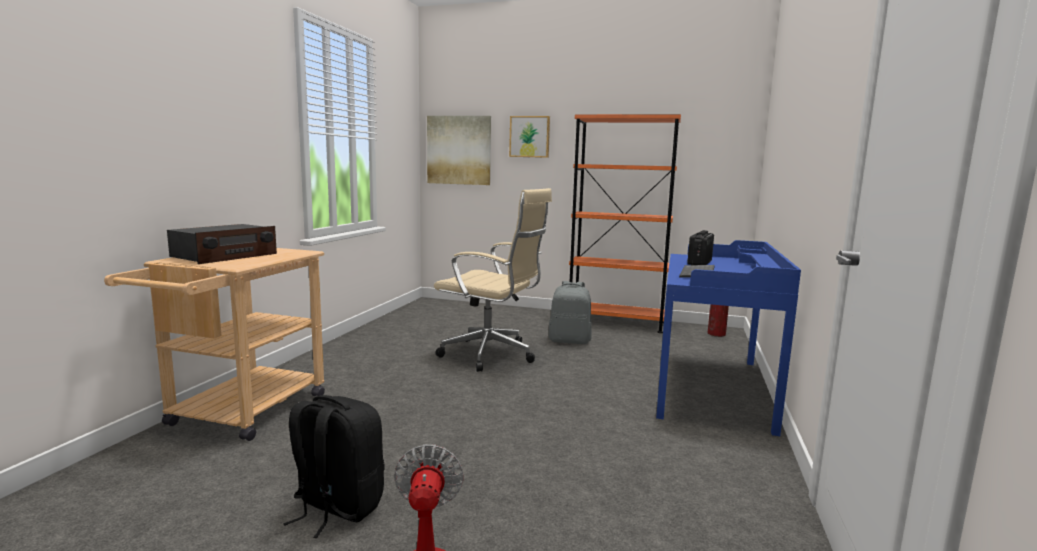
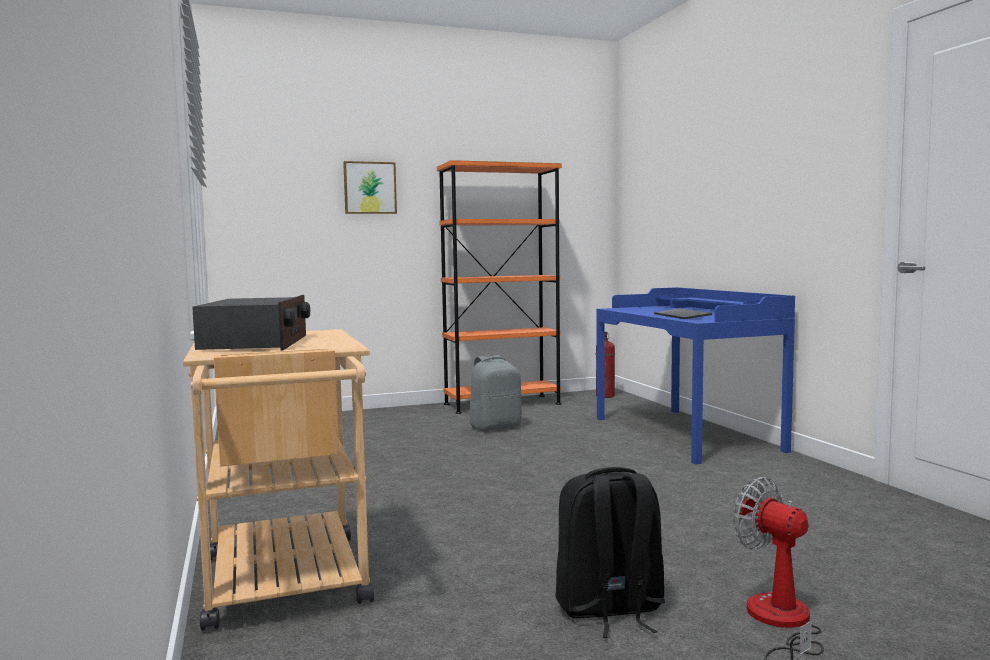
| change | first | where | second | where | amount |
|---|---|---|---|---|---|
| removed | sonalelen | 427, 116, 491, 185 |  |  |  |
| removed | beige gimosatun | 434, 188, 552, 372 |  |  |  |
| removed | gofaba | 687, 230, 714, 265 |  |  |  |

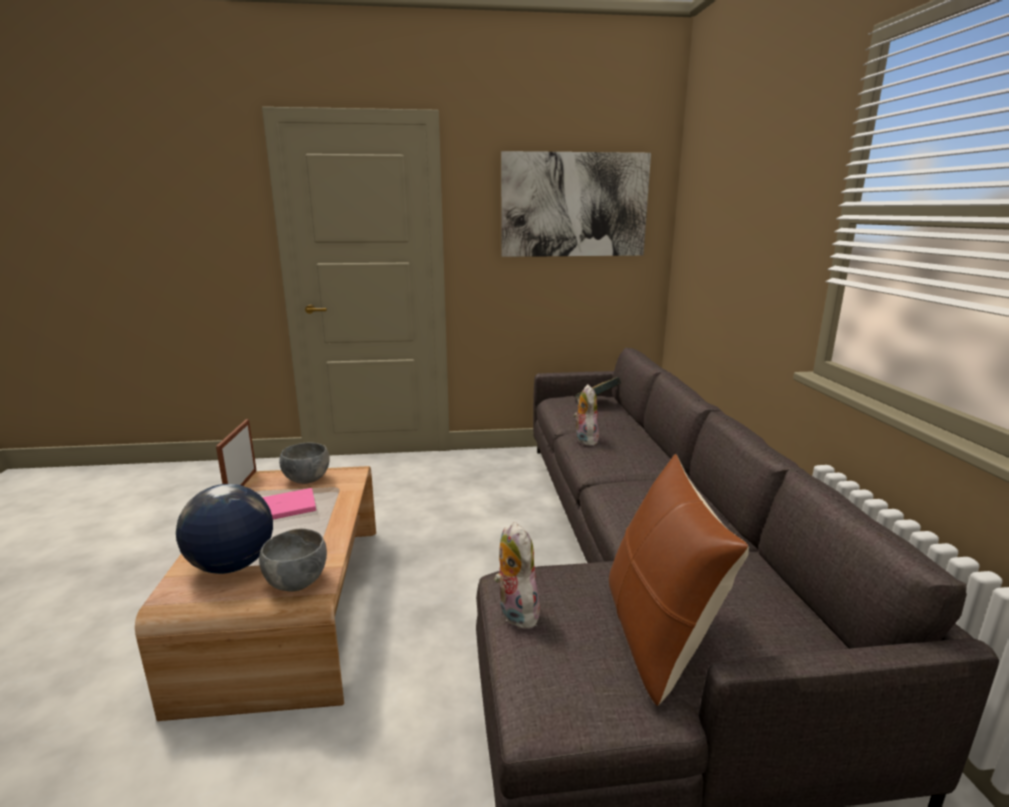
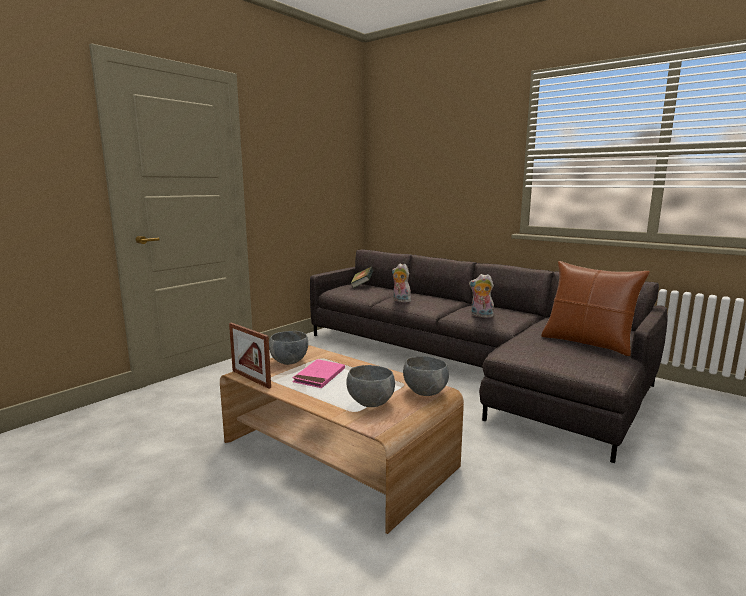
| change | first | where | second | where | amount |
|---|---|---|---|---|---|
| removed | sonalelen | 501, 151, 651, 257 |  |  |  |
| replaced | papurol | 176, 484, 273, 574 | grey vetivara | 346, 365, 395, 407 |  |
| moved | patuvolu | 494, 522, 541, 629 |  | 469, 274, 494, 318 |  |

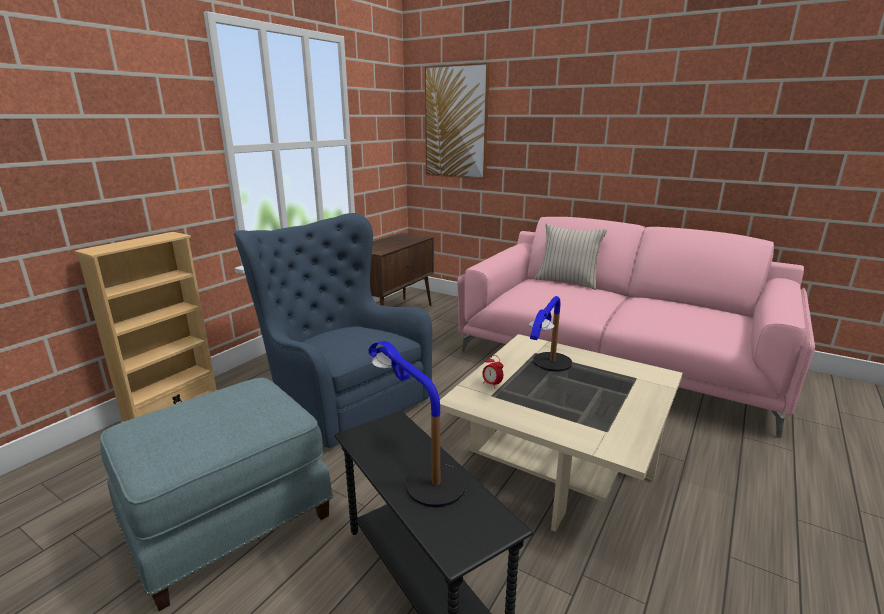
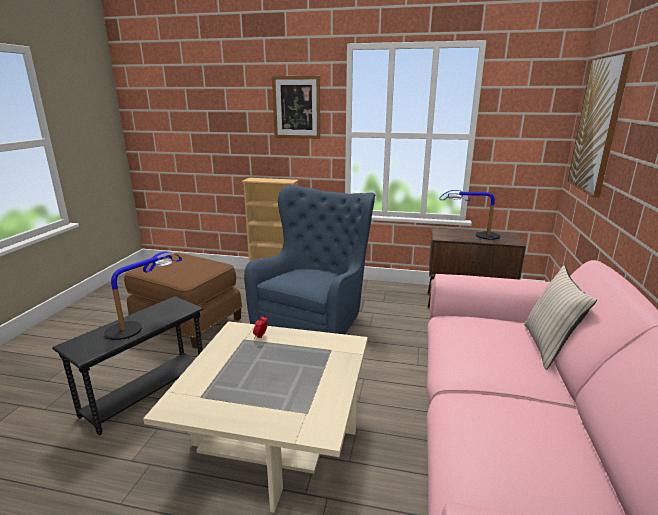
| change | first | where | second | where | amount |
|---|---|---|---|---|---|
| moved | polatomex | 529, 296, 572, 372 |  | 440, 190, 500, 240 |  |
| recoloured | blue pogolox | 100, 378, 333, 611 | brown pogolox | 124, 253, 242, 349 |  |
| added |  |  | sonalelen | 272, 76, 320, 139 |  |

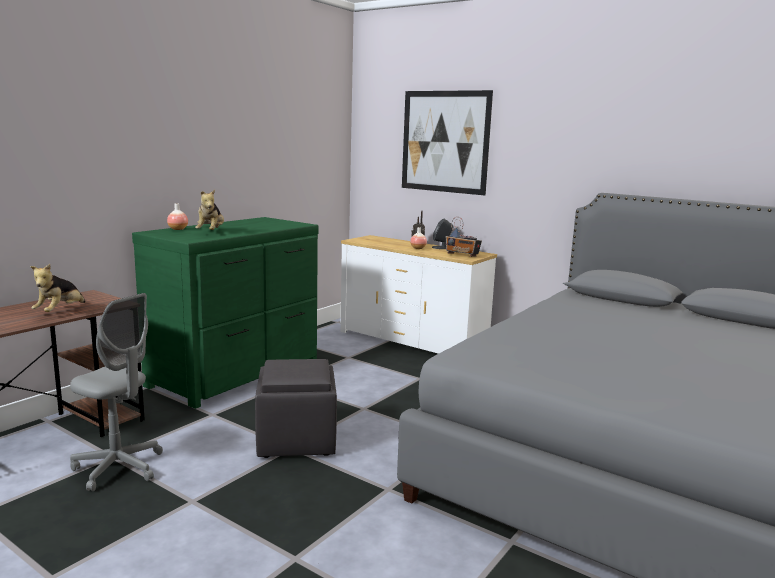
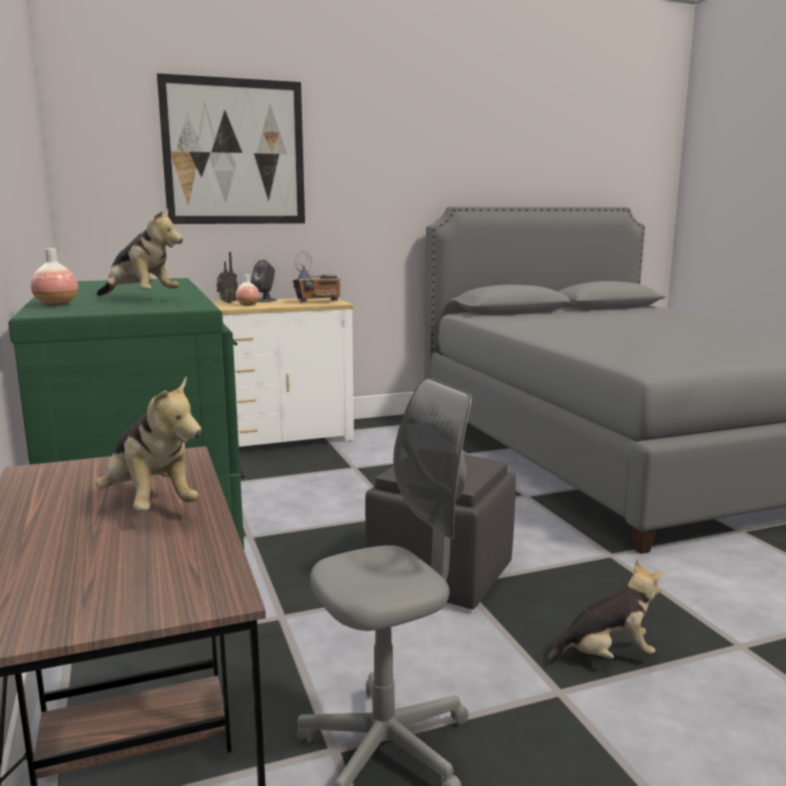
| change | first | where | second | where | amount |
|---|---|---|---|---|---|
| added |  |  | patuvolu | 545, 560, 664, 664 |  |

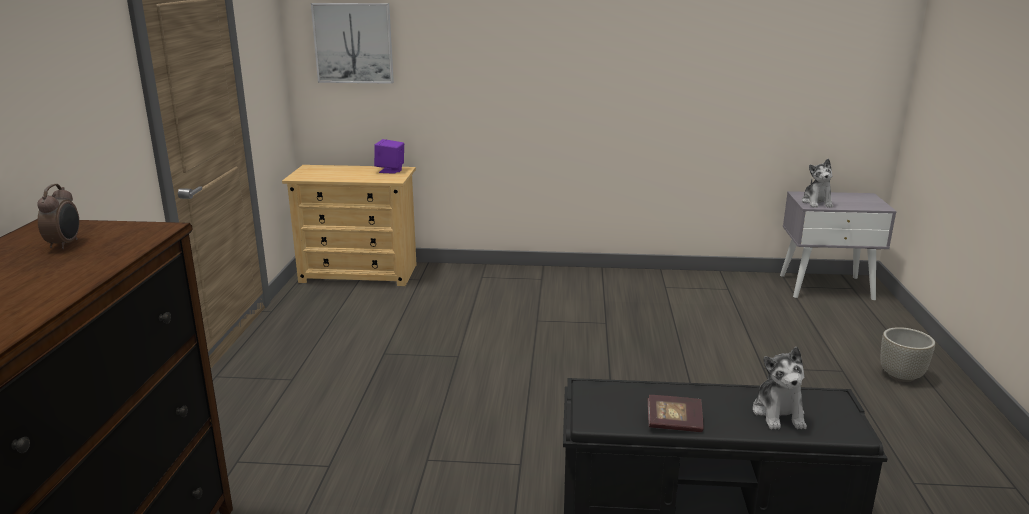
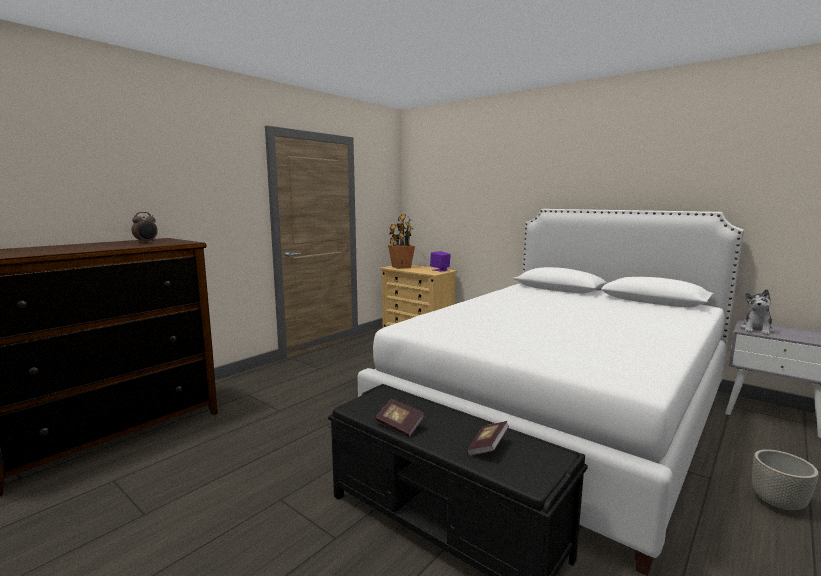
| change | first | where | second | where | amount |
|---|---|---|---|---|---|
| removed | sonalelen | 311, 3, 394, 84 |  |  |  |
| replaced | patuvolu | 753, 347, 807, 429 | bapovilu | 467, 421, 509, 456 |  |
| added |  |  | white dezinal | 358, 209, 744, 576 |  |
| added |  |  | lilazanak | 388, 214, 415, 269 |  |

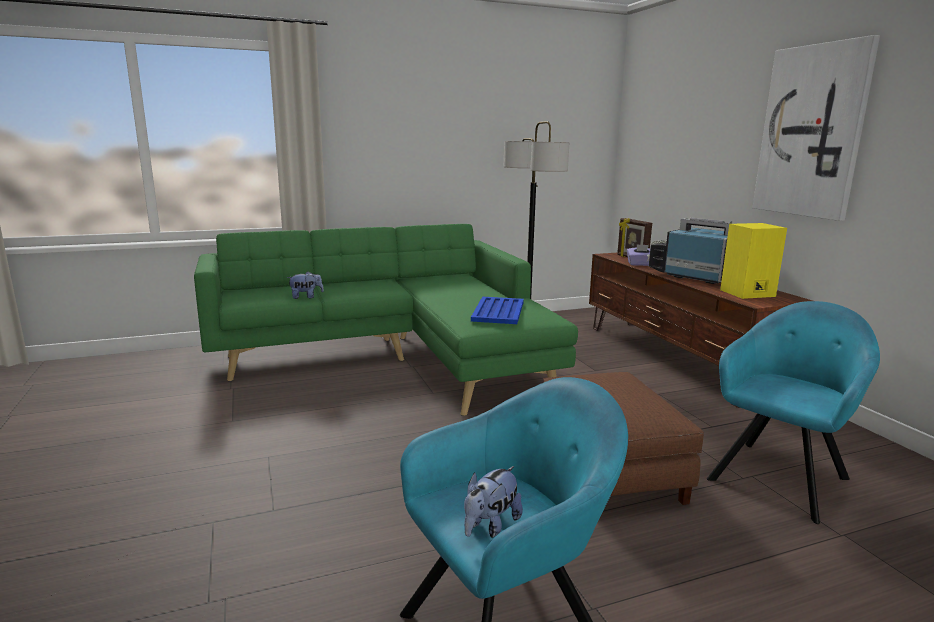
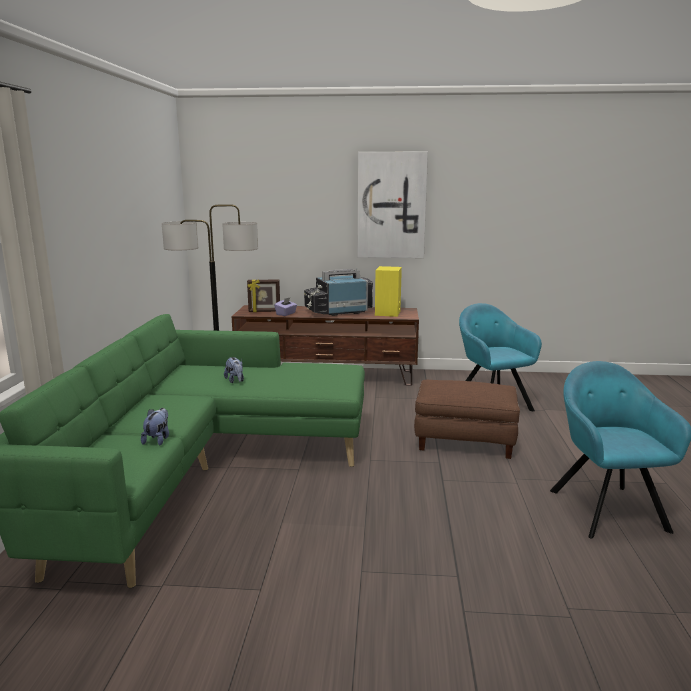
| change | first | where | second | where | amount |
|---|---|---|---|---|---|
| removed | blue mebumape | 471, 297, 524, 324 |  |  |  |
| moved | patuvolu | 464, 466, 523, 538 |  | 224, 357, 244, 383 |  |

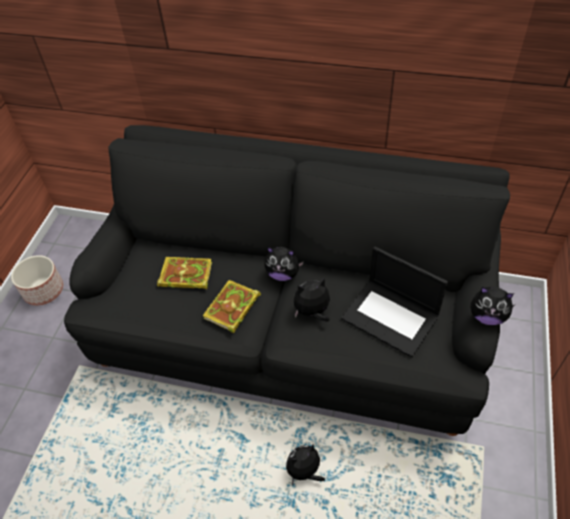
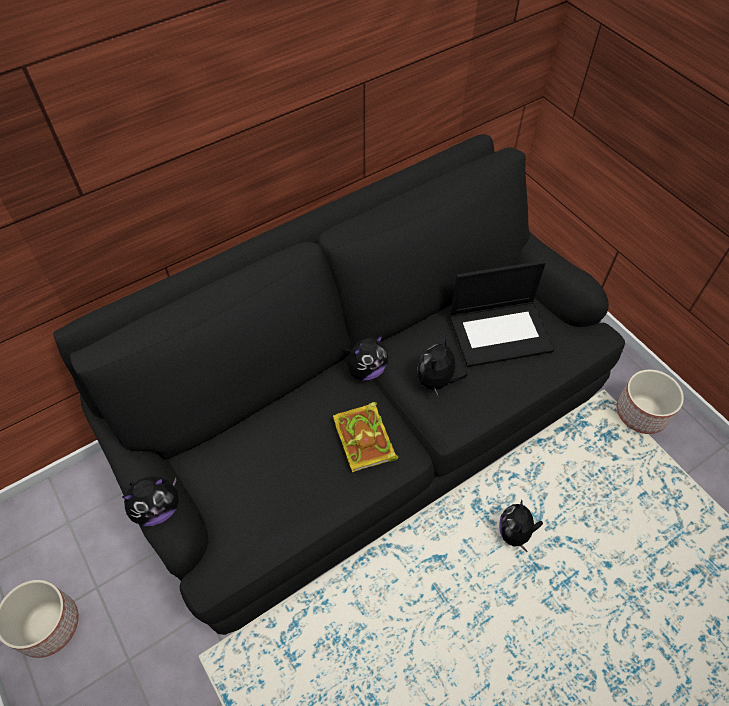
| change | first | where | second | where | amount |
|---|---|---|---|---|---|
| removed | bapovilu | 157, 257, 212, 290 |  |  |  |
| moved | patuvolu | 471, 287, 515, 325 |  | 122, 477, 179, 526 |  |
| added |  |  | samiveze | 616, 370, 684, 434 |  |

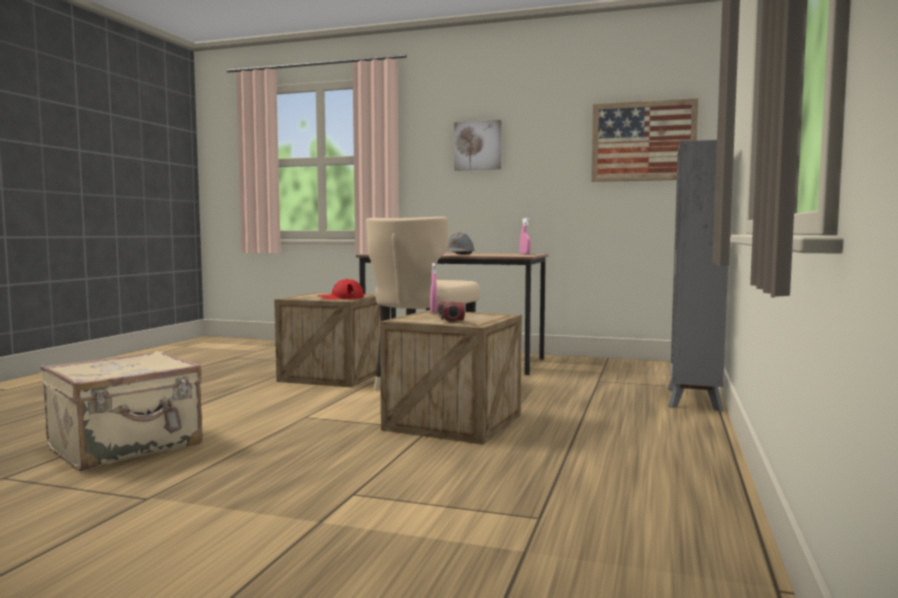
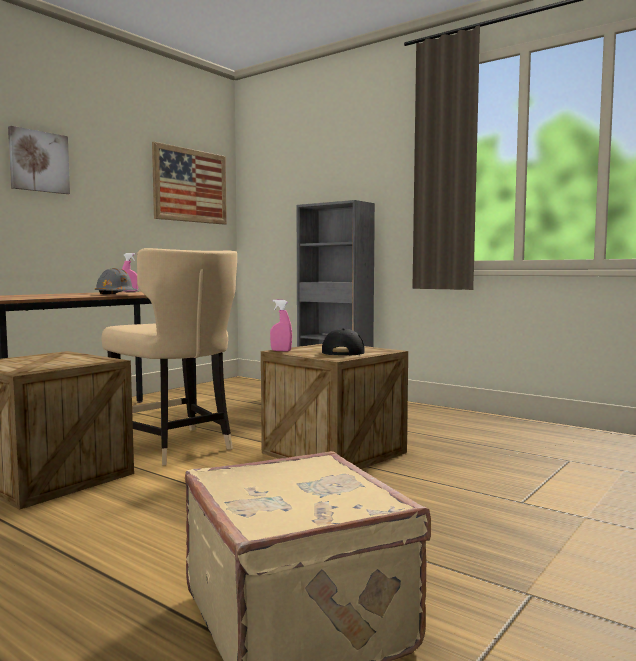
| change | first | where | second | where | amount |
|---|---|---|---|---|---|
| removed | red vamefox | 318, 279, 364, 300 |  |  |  |
| replaced | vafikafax | 436, 301, 465, 322 | black vamefox | 322, 328, 365, 356 |  |

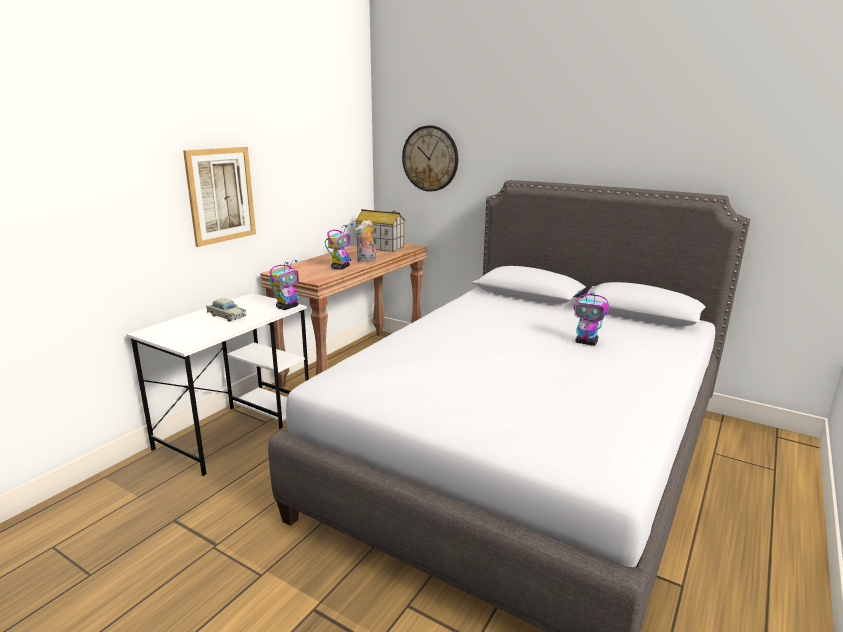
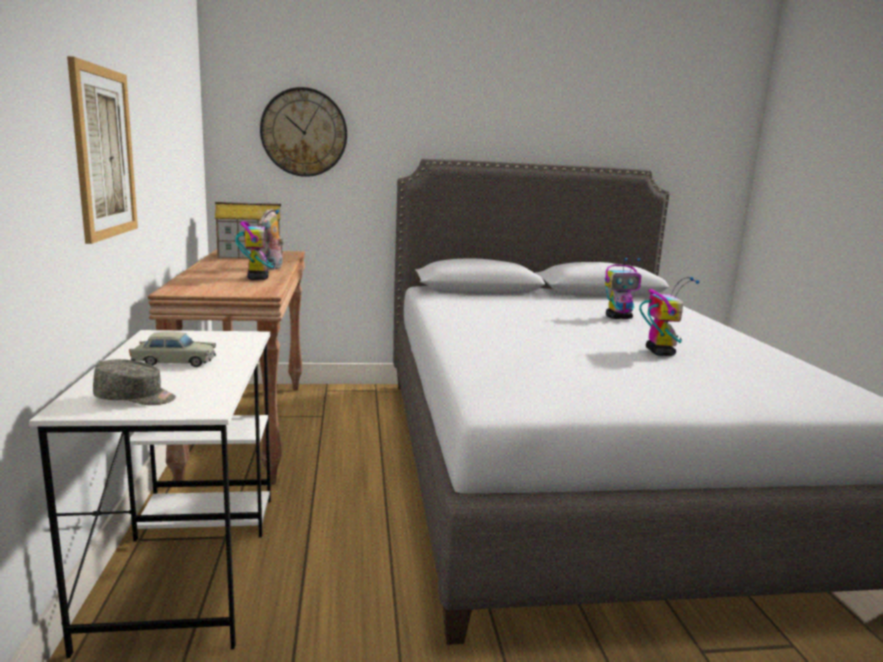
| change | first | where | second | where | amount |
|---|---|---|---|---|---|
| moved | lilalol | 269, 260, 299, 310 |  | 639, 277, 700, 356 |  |
| added |  |  | grey vamefox | 93, 359, 176, 405 |  |

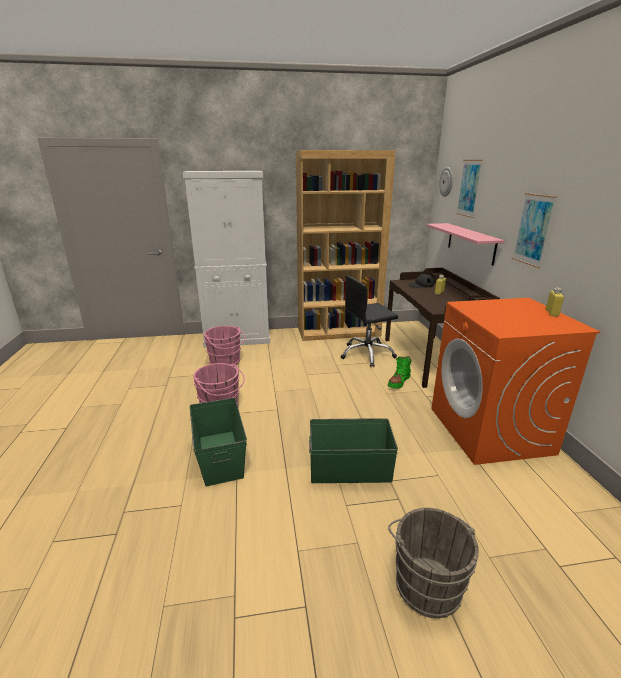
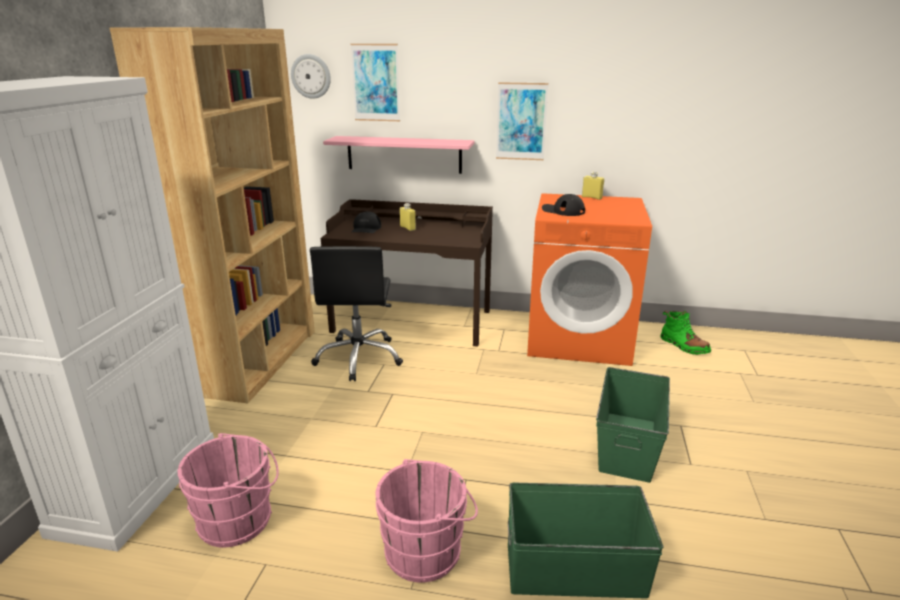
| change | first | where | second | where | amount |
|---|---|---|---|---|---|
| moved | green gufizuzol | 388, 356, 412, 389 |  | 660, 311, 711, 355 |  |
| removed | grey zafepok | 388, 508, 479, 618 |  |  |  |
| added |  |  | black vamefox | 542, 194, 585, 216 |  |

